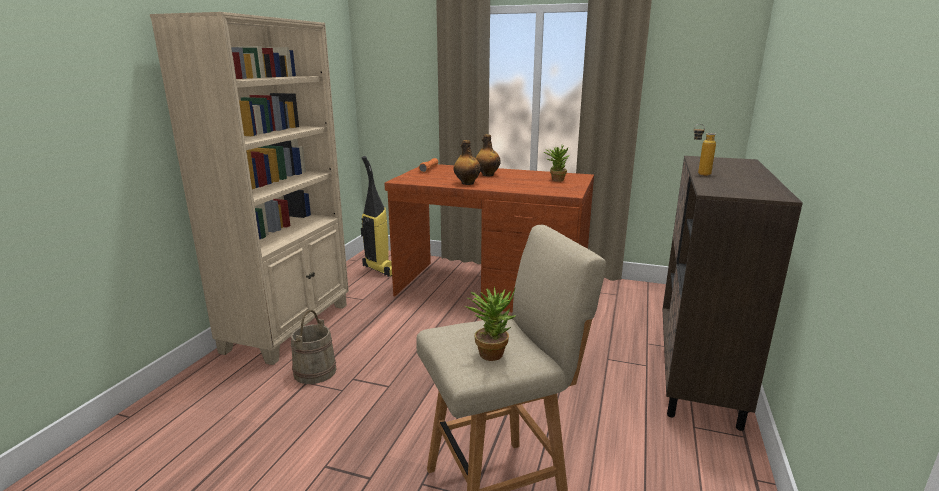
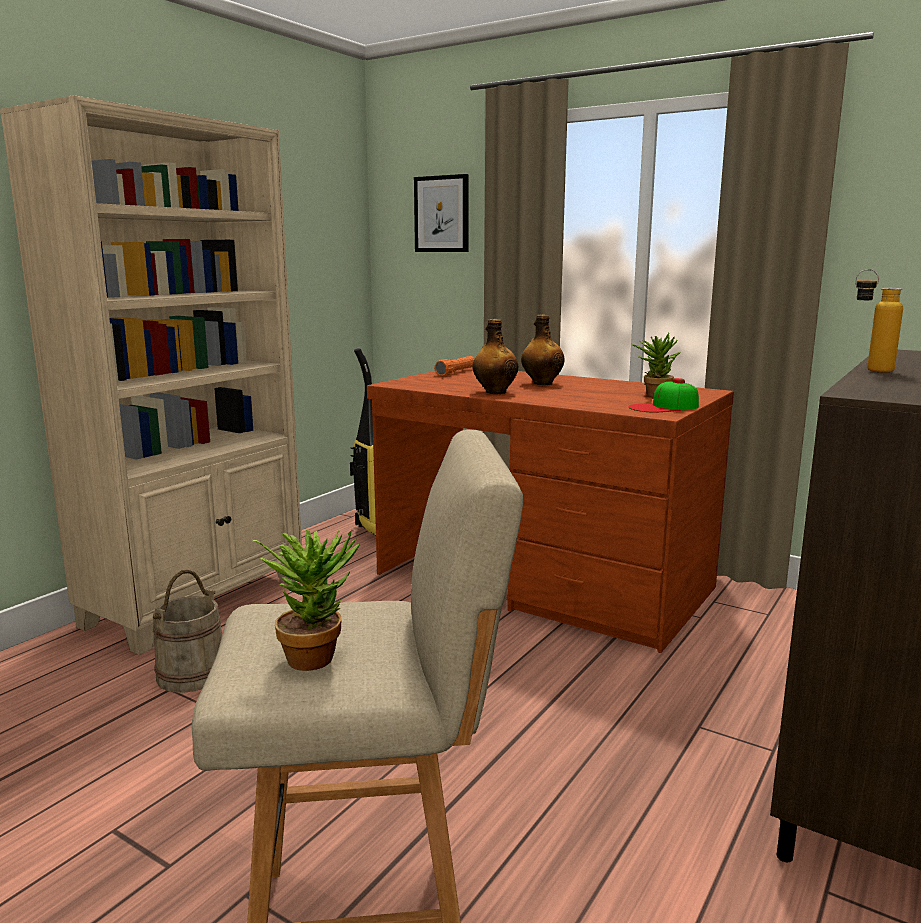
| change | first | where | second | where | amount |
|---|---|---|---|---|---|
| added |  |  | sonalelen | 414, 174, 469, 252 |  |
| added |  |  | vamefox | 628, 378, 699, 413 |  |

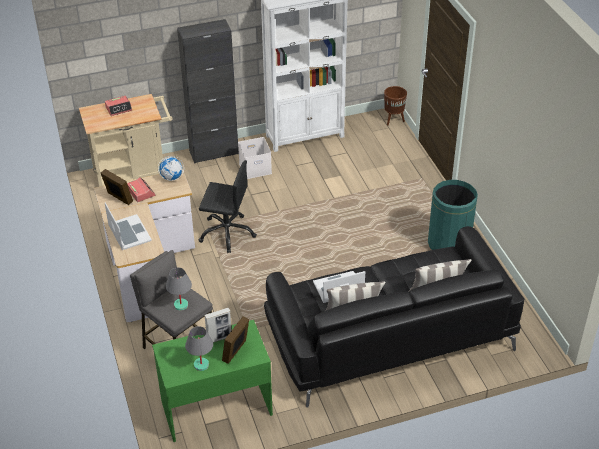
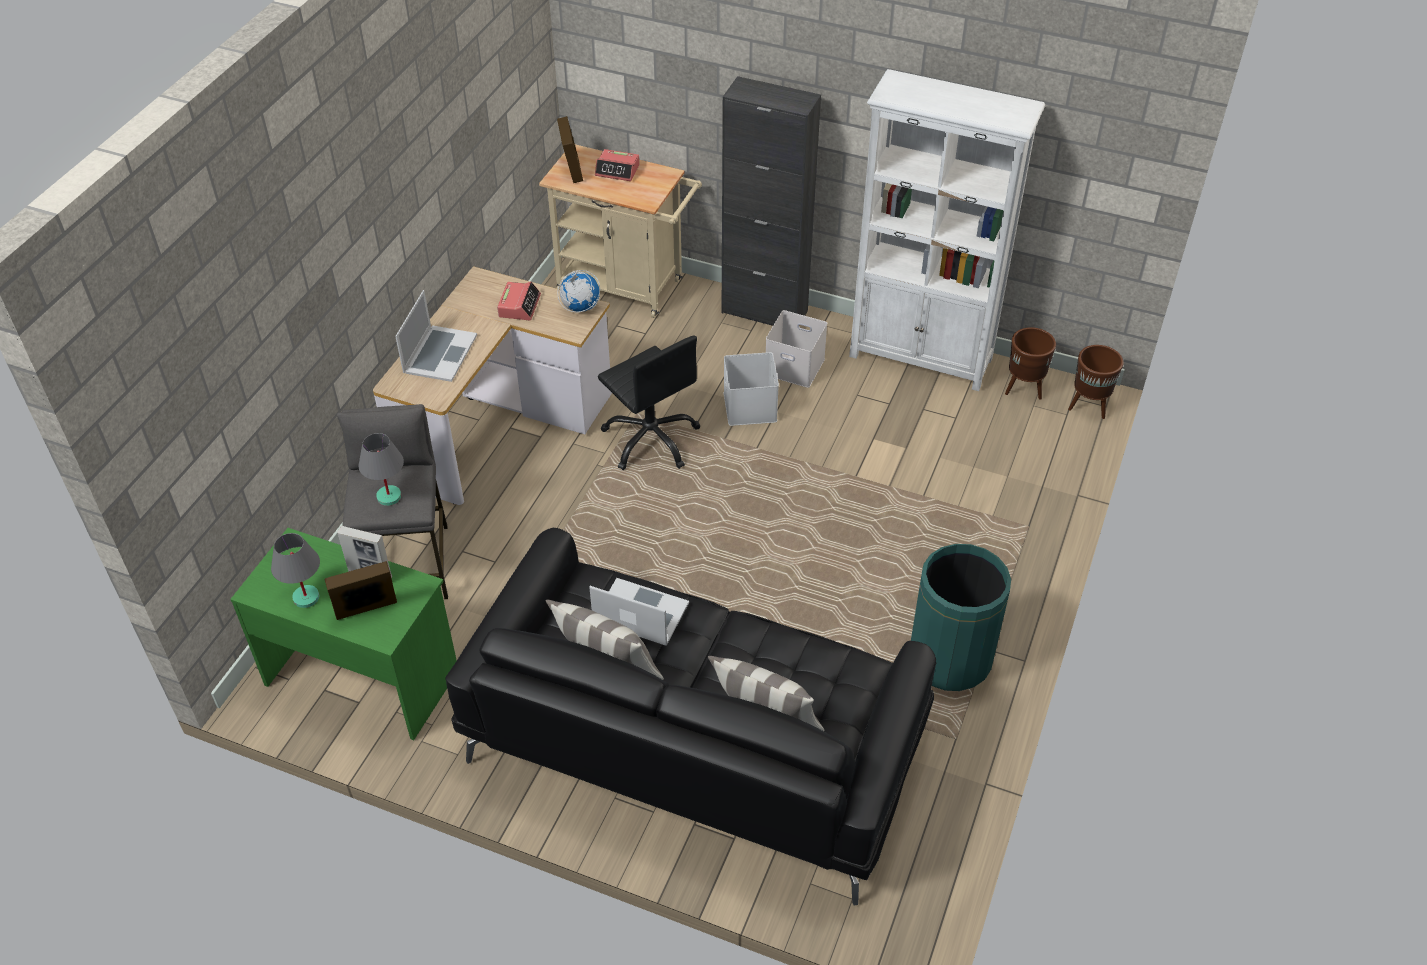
| change | first | where | second | where | amount |
|---|---|---|---|---|---|
| moved | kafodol | 101, 169, 133, 205 |  | 557, 116, 583, 183 |  |
| added |  |  | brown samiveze | 1005, 327, 1056, 400 |  |
| added |  |  | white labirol | 724, 352, 779, 426 |  |

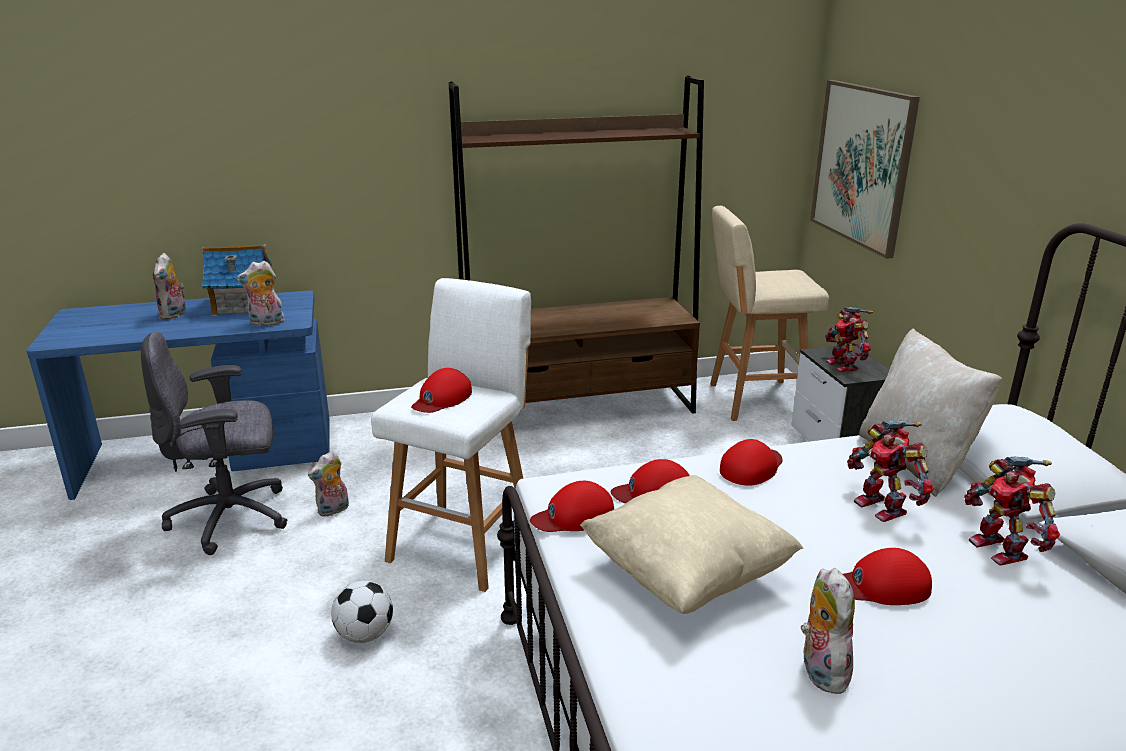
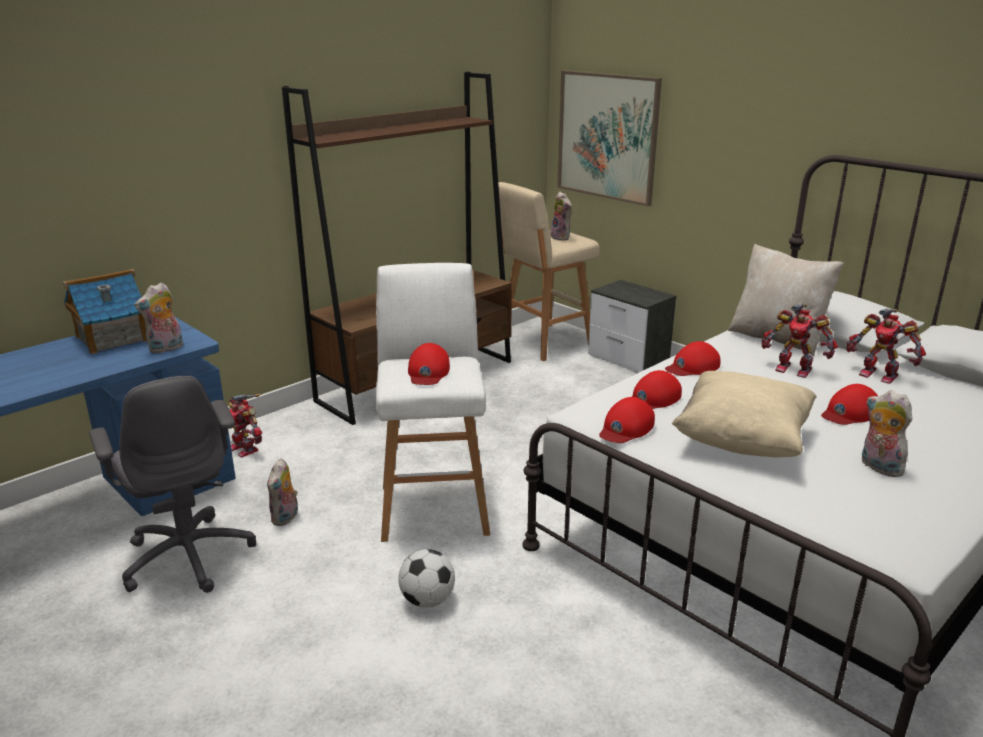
| change | first | where | second | where | amount |
|---|---|---|---|---|---|
| moved | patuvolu | 153, 253, 186, 320 |  | 550, 191, 572, 241 |  |
| moved | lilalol | 825, 307, 873, 372 |  | 228, 394, 262, 457 |  |
| turned | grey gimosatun | 141, 331, 288, 555 |  | 89, 376, 256, 593 | 75 degrees counterclockwise |
| turned | red vamefox | 720, 439, 783, 486 |  | 665, 341, 721, 376 | 135 degrees counterclockwise |

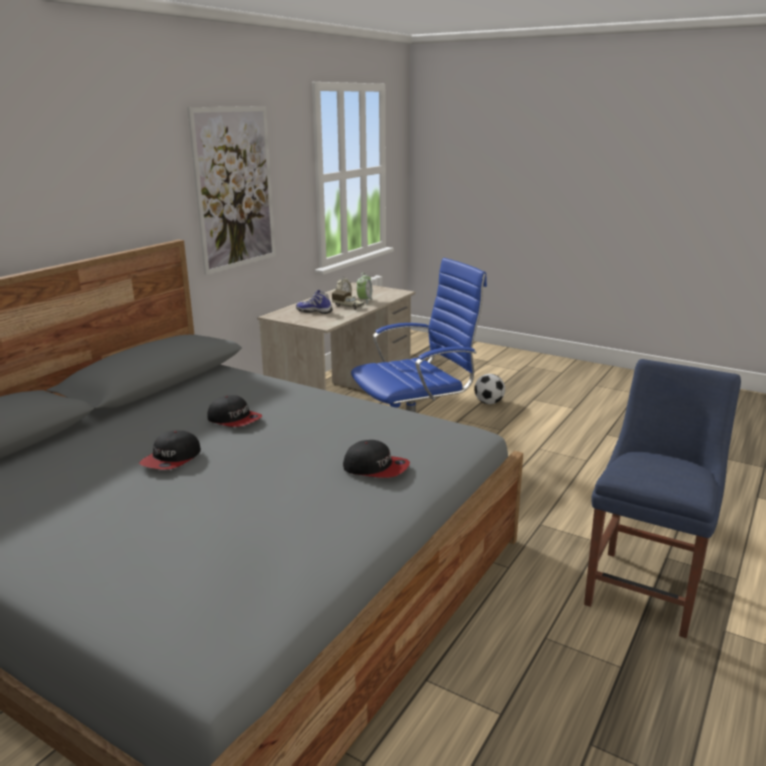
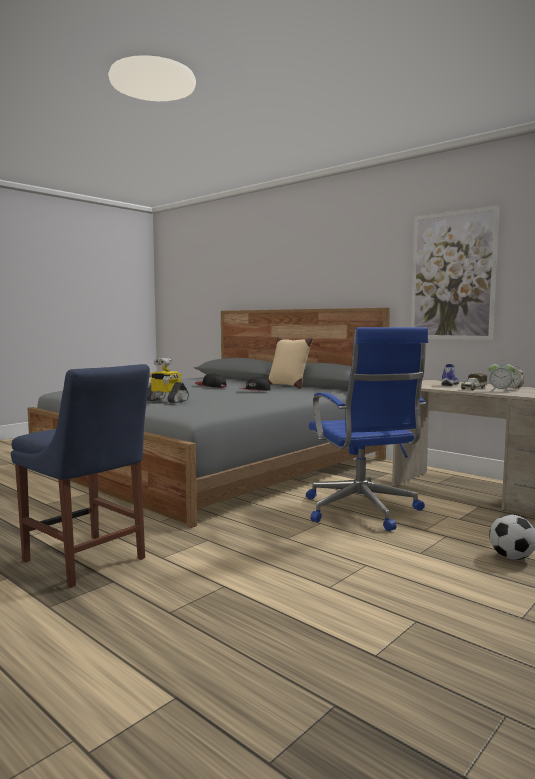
| change | first | where | second | where | amount |
|---|---|---|---|---|---|
| replaced | vamefox | 343, 440, 410, 478 | lilalol | 147, 358, 189, 403 |  |
| added |  |  | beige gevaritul | 267, 337, 313, 389 |  |

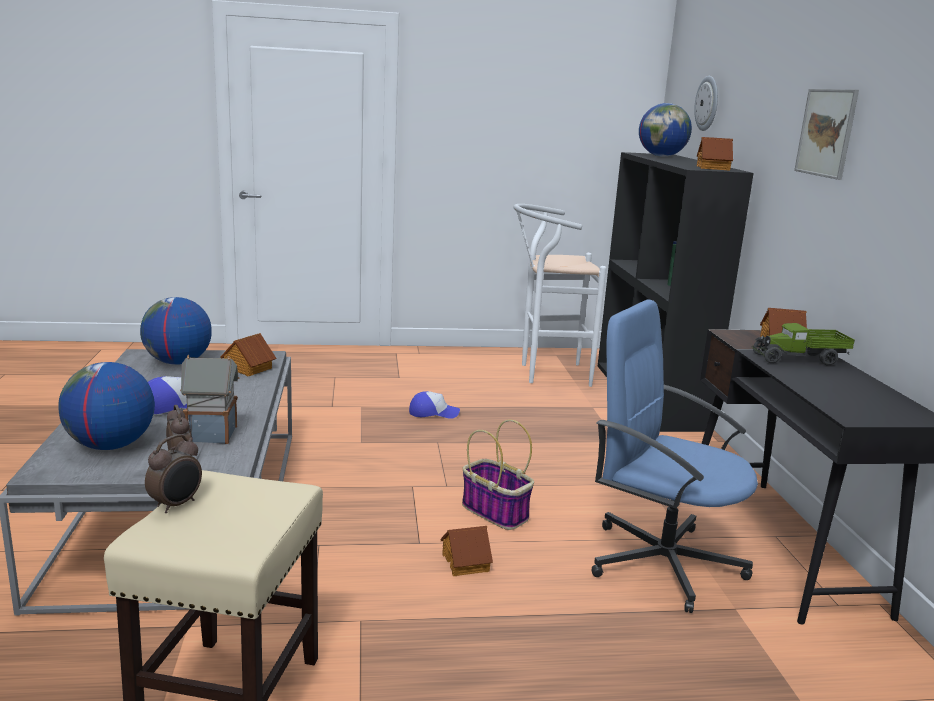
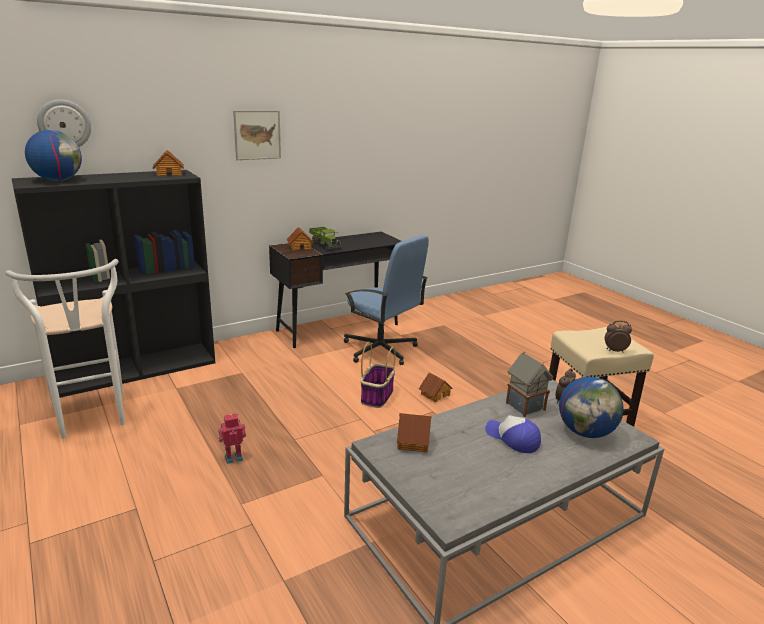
| change | first | where | second | where | amount |
|---|---|---|---|---|---|
| removed | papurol | 140, 297, 212, 365 |  |  |  |
| turned | blue gimosatun | 592, 300, 758, 613 |  | 344, 235, 429, 365 | 60 degrees counterclockwise |
| replaced | vamefox | 409, 391, 460, 419 | lilalol | 218, 413, 246, 464 |  |

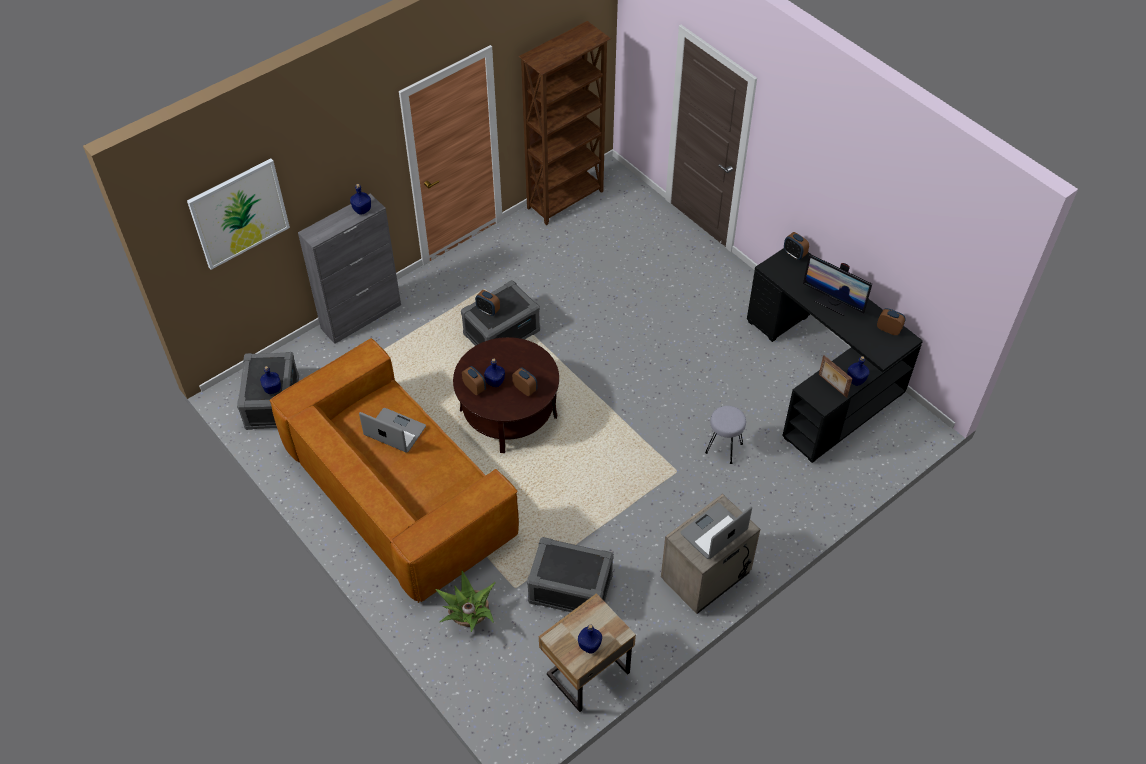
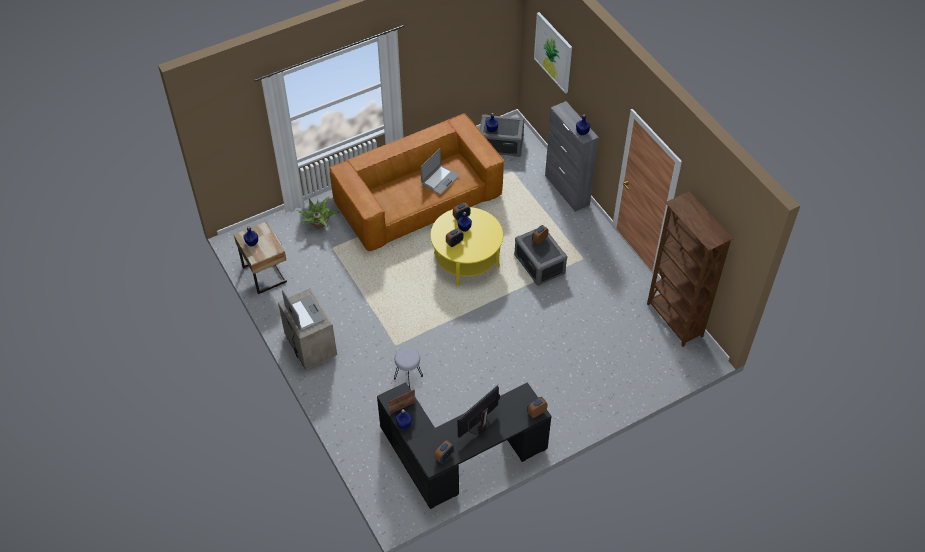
| change | first | where | second | where | amount |
|---|---|---|---|---|---|
| recoloured | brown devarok | 453, 337, 559, 453 | yellow devarok | 431, 207, 503, 286 |  |
| removed | grey labirol | 527, 537, 614, 612 |  |  |  |

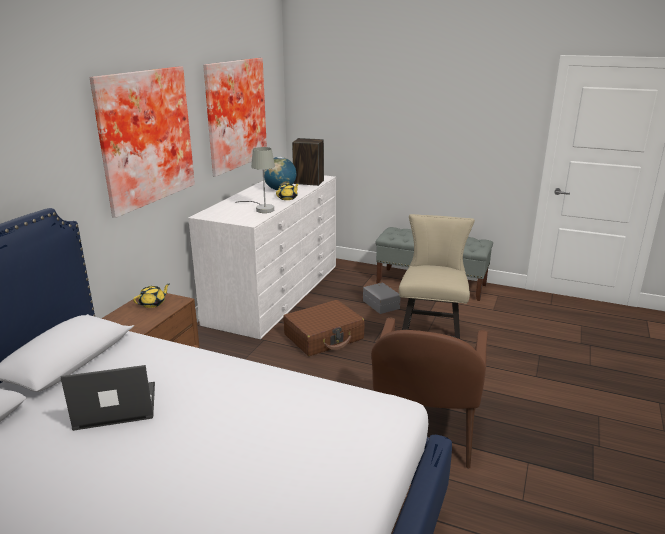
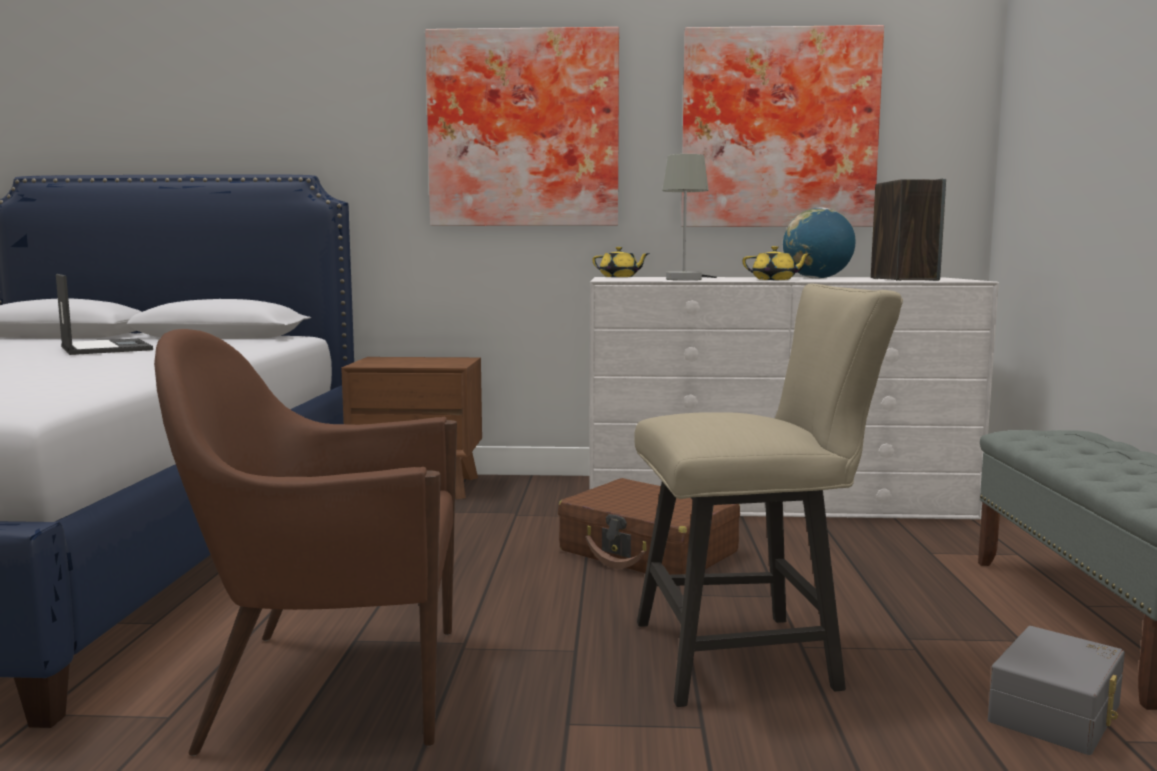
| change | first | where | second | where | amount |
|---|---|---|---|---|---|
| moved | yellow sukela | 133, 283, 170, 308 |  | 592, 247, 650, 277 |  |
| moved | grey labirol | 363, 283, 401, 314 |  | 988, 626, 1125, 755 |  |

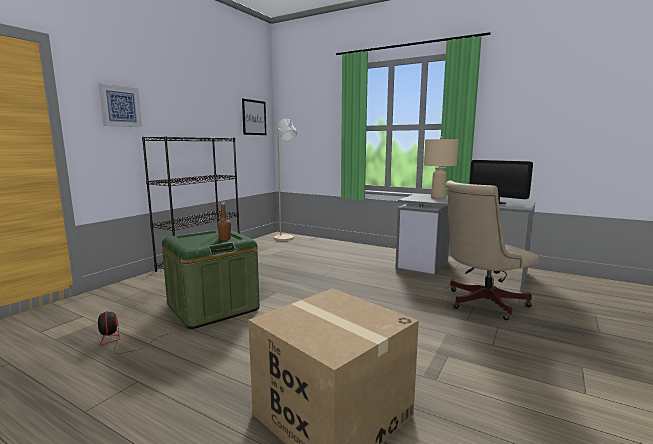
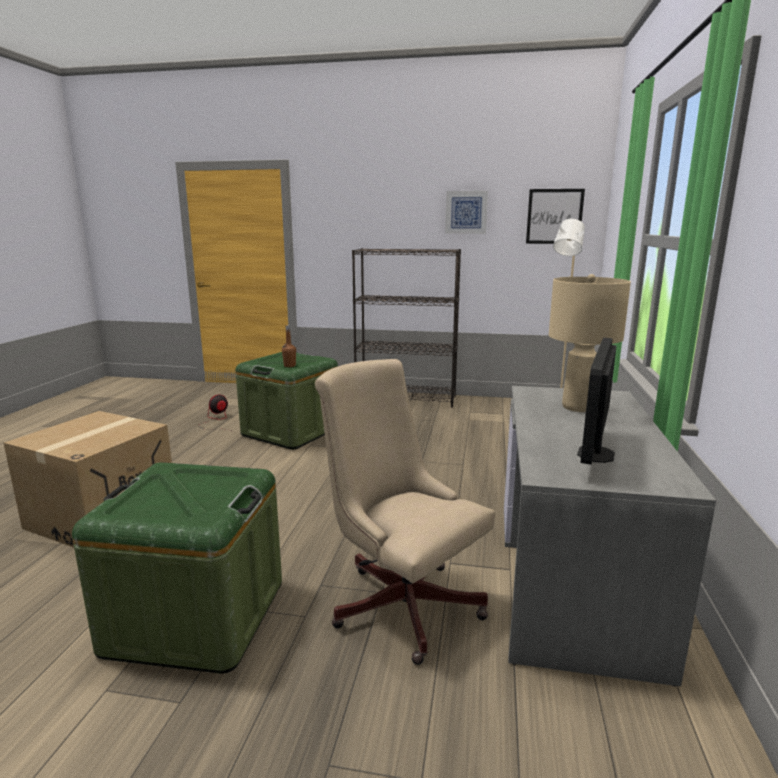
| change | first | where | second | where | amount |
|---|---|---|---|---|---|
| moved | sonalelen | 99, 84, 142, 127 |  | 445, 191, 488, 234 |  |
| added |  |  | green labirol | 72, 462, 282, 674 |  |

